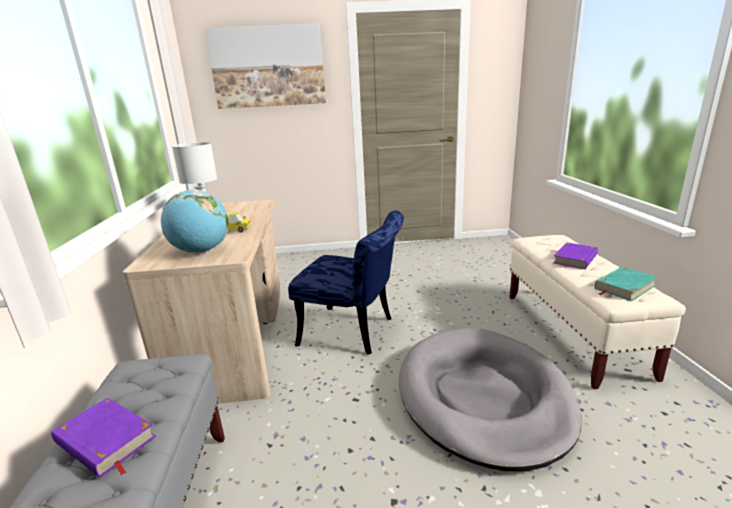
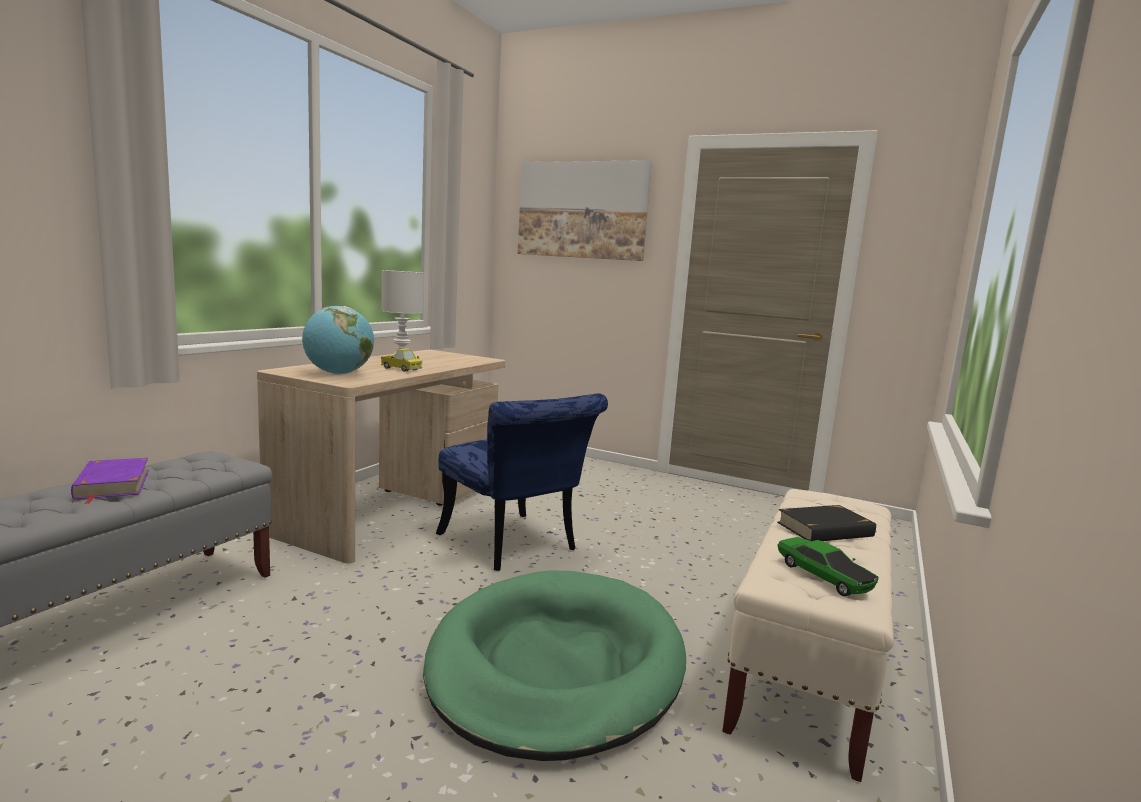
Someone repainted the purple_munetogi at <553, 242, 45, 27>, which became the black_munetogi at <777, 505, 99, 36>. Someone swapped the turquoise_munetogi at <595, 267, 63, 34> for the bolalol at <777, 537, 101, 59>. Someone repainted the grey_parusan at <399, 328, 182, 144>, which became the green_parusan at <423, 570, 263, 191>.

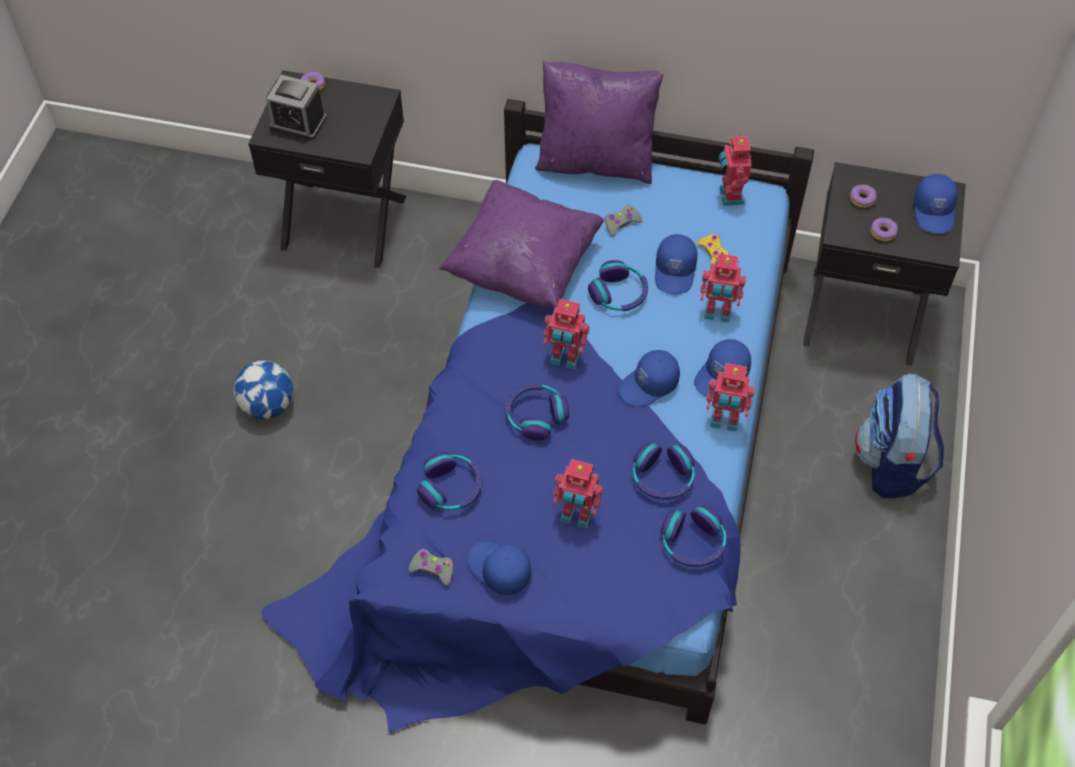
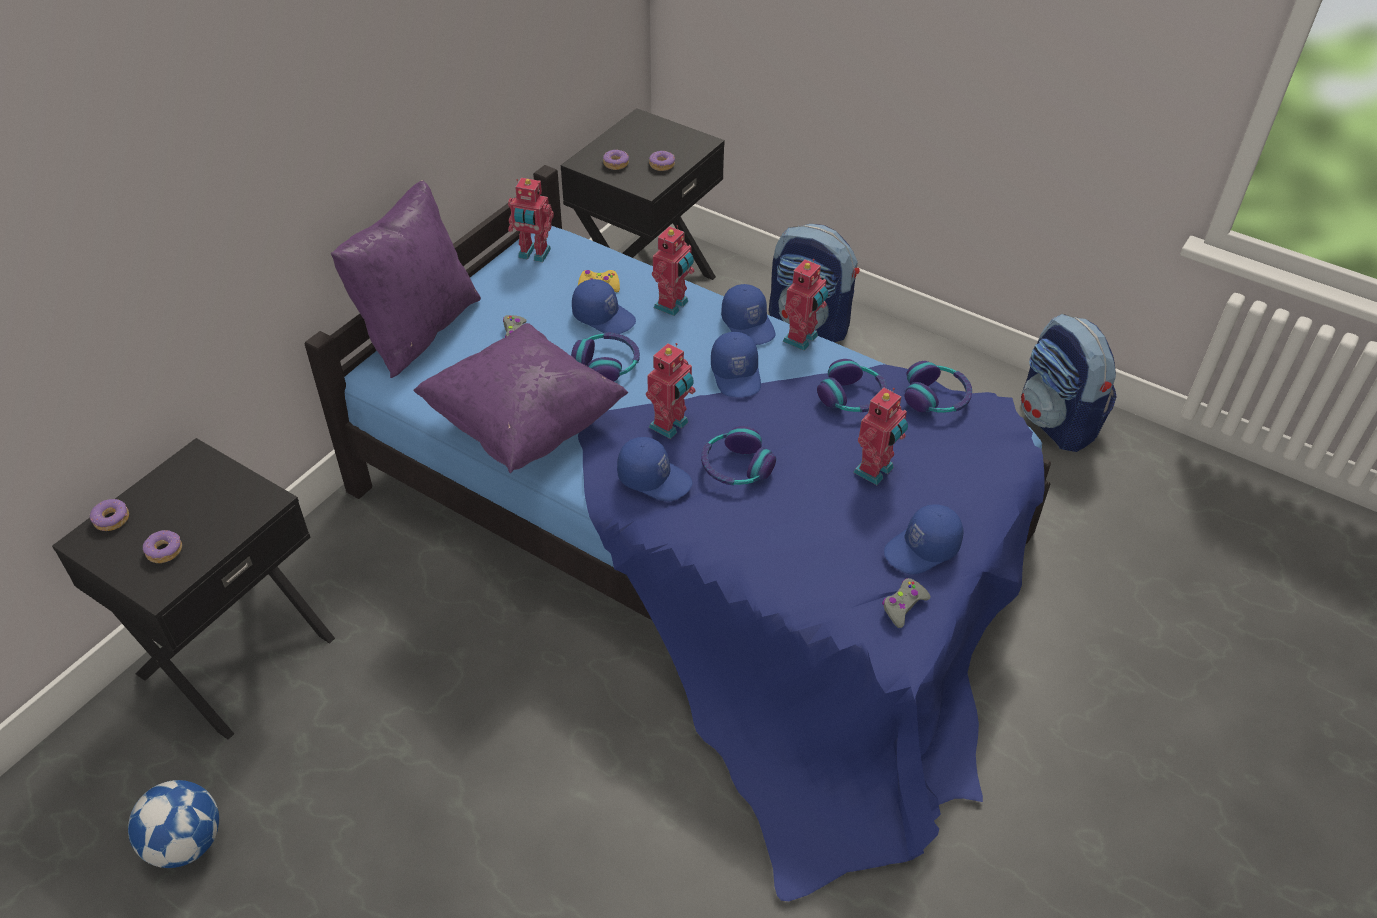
Someone swapped the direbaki at <266, 75, 61, 65> for the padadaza at <143, 530, 39, 33>. Someone carried the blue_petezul from <914, 174, 44, 60> to <617, 437, 75, 64>. Someone carried the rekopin from <234, 360, 59, 59> to <128, 780, 91, 88>. Someone took away the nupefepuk at <417, 452, 65, 58>. Someone put down the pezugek at <1021, 313, 96, 139>.

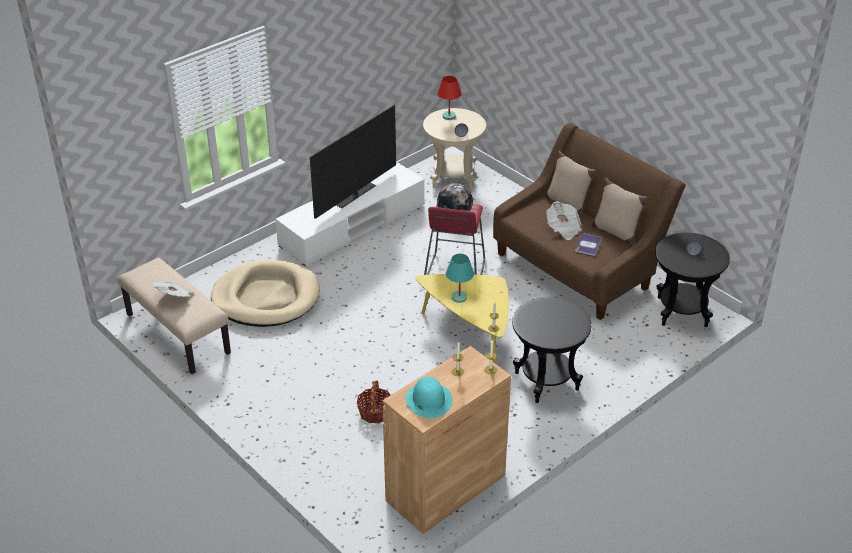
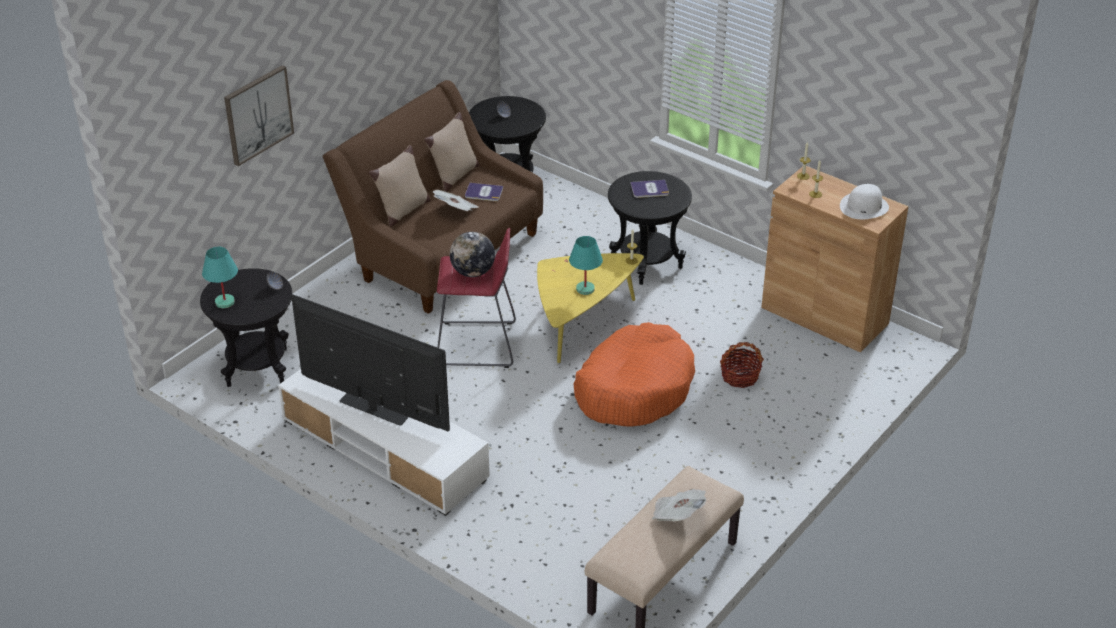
Someone repainted the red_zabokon at <437, 76, 25, 44>, which became the turquoise_zabokon at <202, 247, 36, 61>. Someone repainted the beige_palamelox at <423, 108, 63, 82>, which became the black_palamelox at <200, 268, 93, 119>. Someone took away the beige_parusan at <211, 260, 109, 67>. Someone repainted the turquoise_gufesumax at <405, 377, 47, 41>, which became the white_gufesumax at <840, 184, 49, 35>. Someone put up the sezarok at <224, 65, 70, 101>. Someone put down the munetogi at <630, 180, 39, 18>. Someone put down the orange_parusan at <574, 322, 121, 105>.

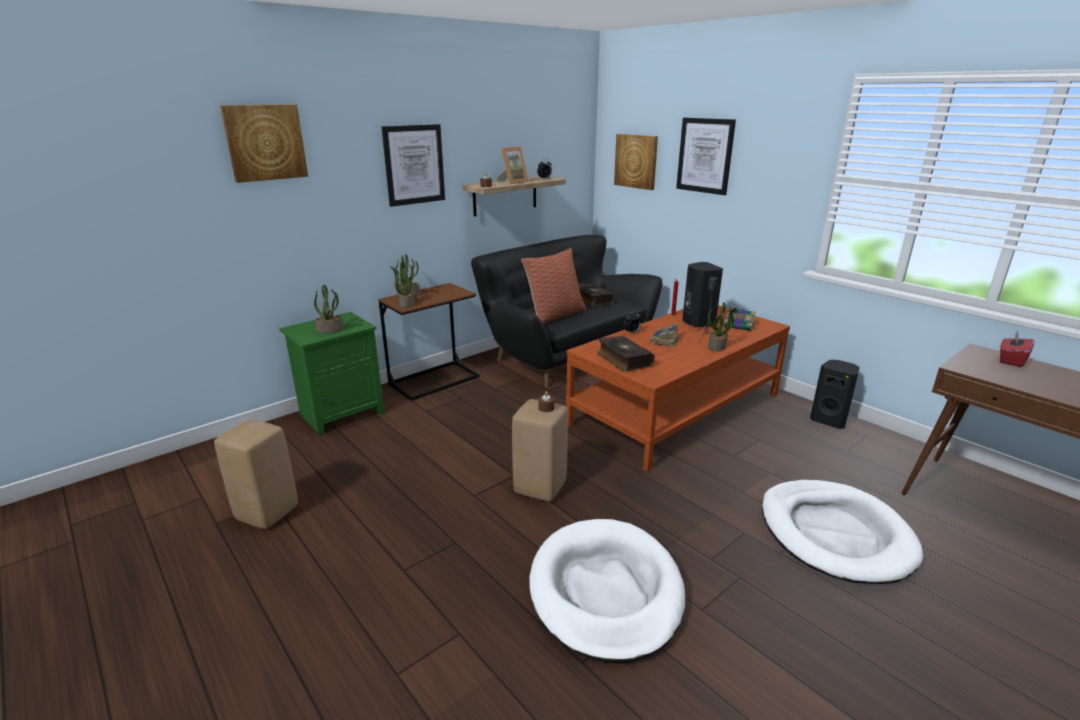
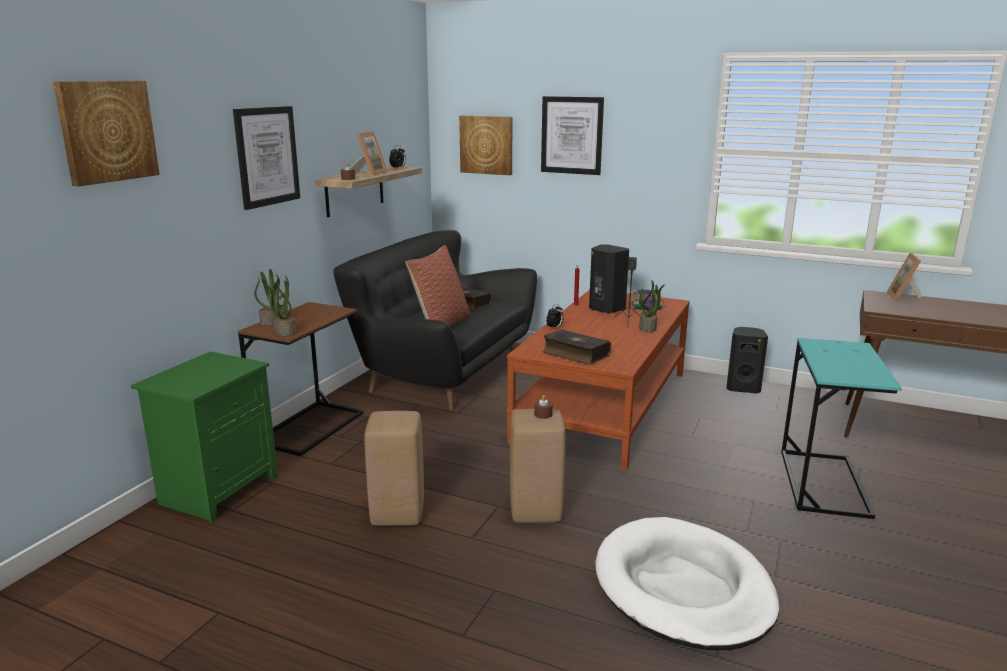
Someone took away the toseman at <314, 284, 30, 50>. Someone took away the munetogi at <651, 323, 28, 24>. Someone swapped the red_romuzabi at <1000, 331, 34, 36> for the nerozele at <887, 253, 35, 49>. Someone carried the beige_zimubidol from <214, 419, 84, 110> to <364, 411, 60, 115>. Someone swapped the white_parusan at <762, 480, 161, 104> for the turquoise_palamelox at <781, 338, 121, 181>.

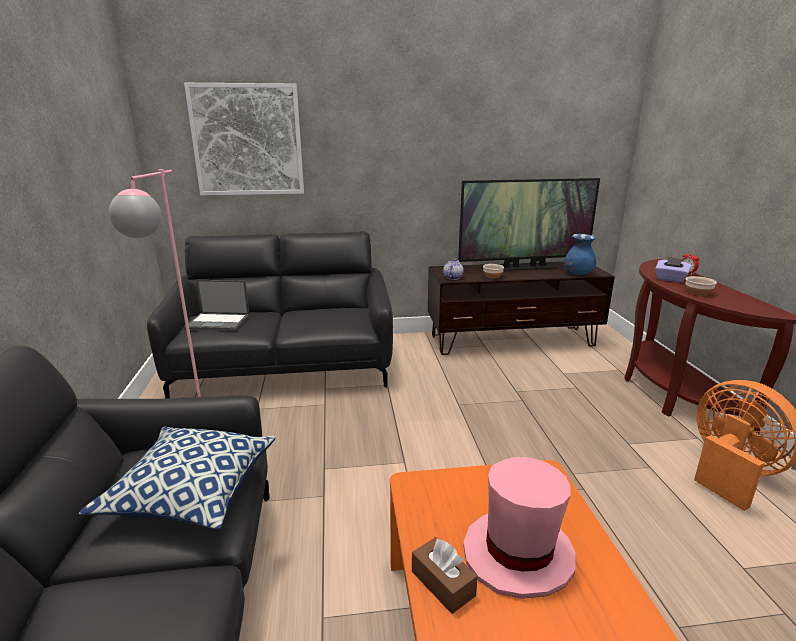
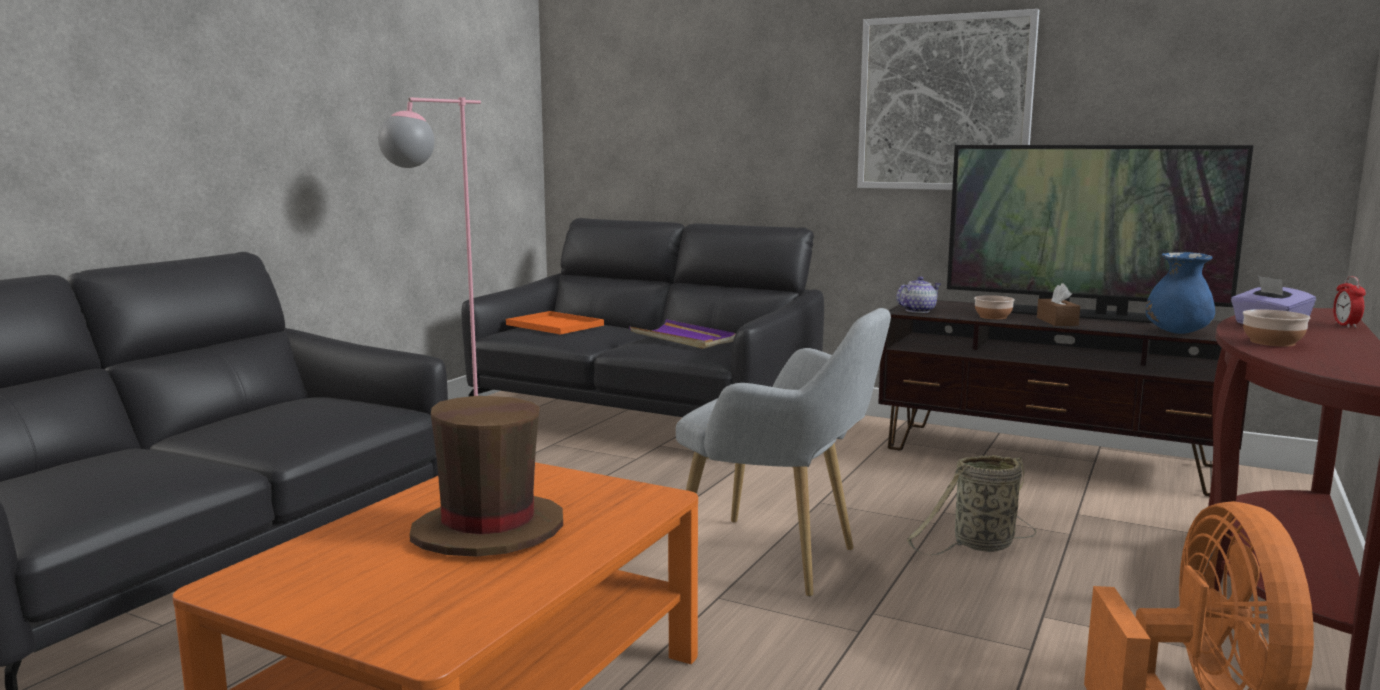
Someone carried the sezarok from <184, 83, 120, 112> to <857, 9, 182, 181>. Someone swapped the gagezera at <184, 280, 66, 51> for the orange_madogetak at <506, 311, 98, 24>. Someone took away the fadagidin at <79, 427, 197, 102>. Someone repainted the pink_gufesumax at <463, 457, 113, 142>, which became the brown_gufesumax at <410, 396, 153, 161>. Someone carried the brown_romuzabi from <412, 537, 66, 77> to <1037, 283, 43, 43>. Someone put down the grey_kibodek at <676, 308, 215, 289>. Someone put down the purple_madogetak at <629, 319, 107, 30>. Someone put down the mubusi at <907, 455, 130, 100>.

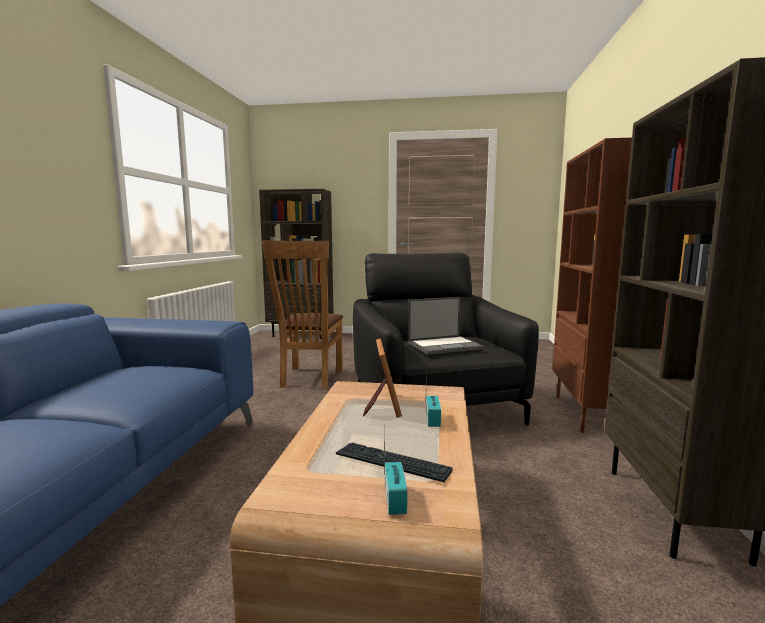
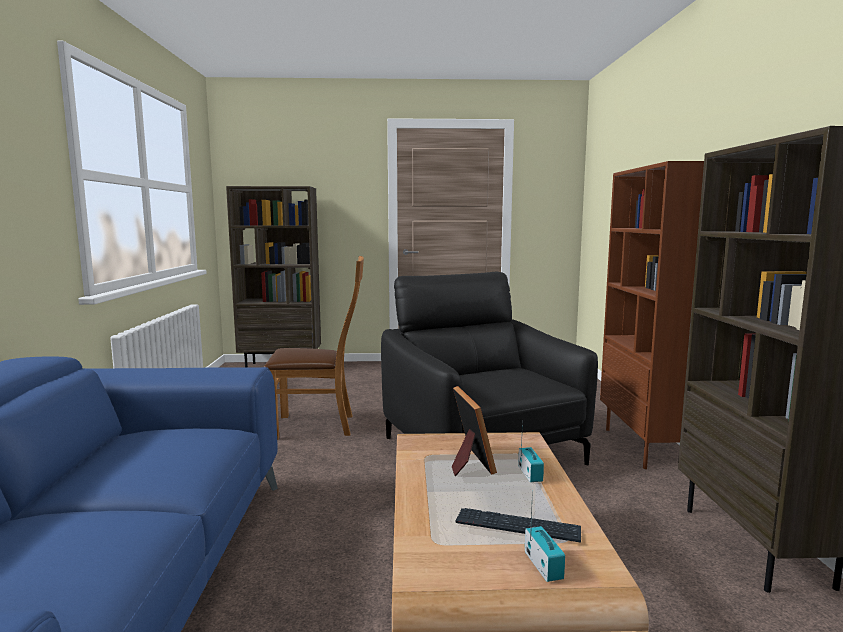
Someone rotated the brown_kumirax at <262, 241, 81, 148> by 90 degrees counterclockwise. Someone took away the gagezera at <408, 297, 76, 58>.

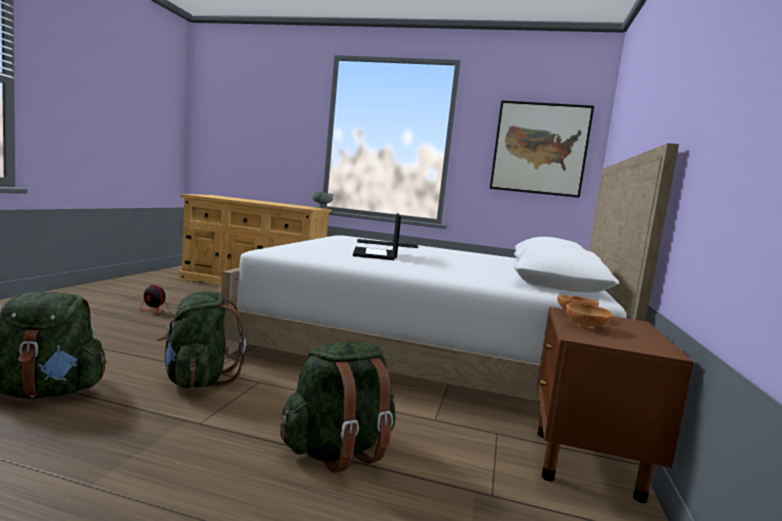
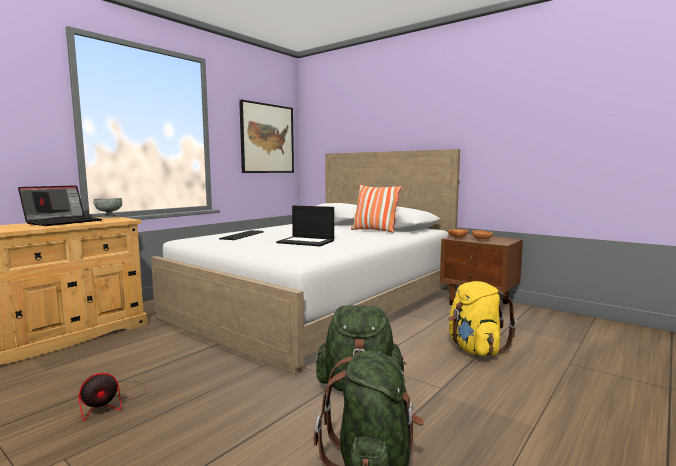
Someone repainted the green_pezugek at <279, 341, 116, 132>, which became the yellow_pezugek at <448, 281, 69, 75>. Someone put down the fadagidin at <351, 184, 50, 49>. Someone put down the gagezera at <18, 185, 84, 41>.

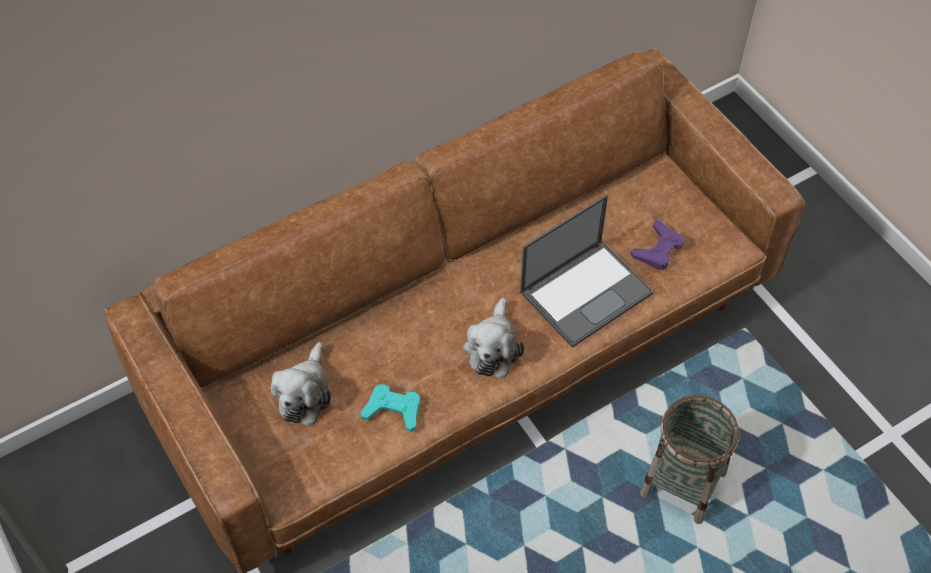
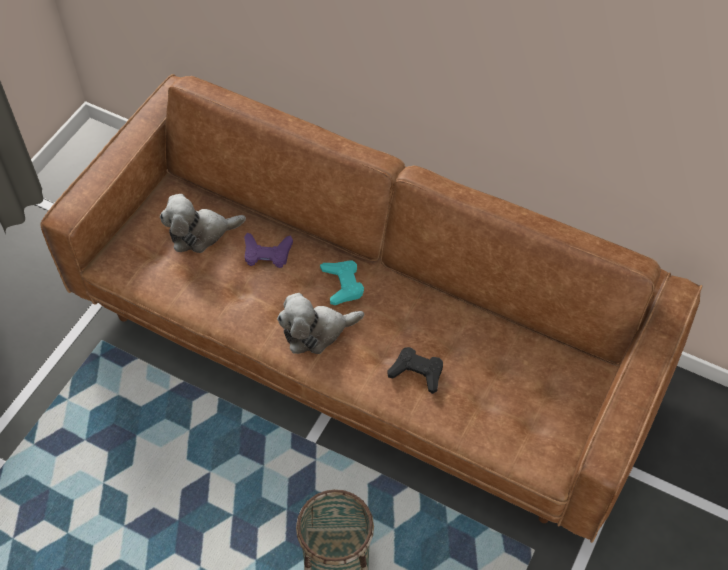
Someone swapped the gagezera at <520, 194, 134, 154> for the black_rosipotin at <387, 347, 56, 47>. Someone carried the purple_rosipotin from <631, 219, 53, 51> to <244, 232, 49, 36>. Someone carried the turquoise_rosipotin from <360, 384, 60, 48> to <320, 260, 44, 45>.

